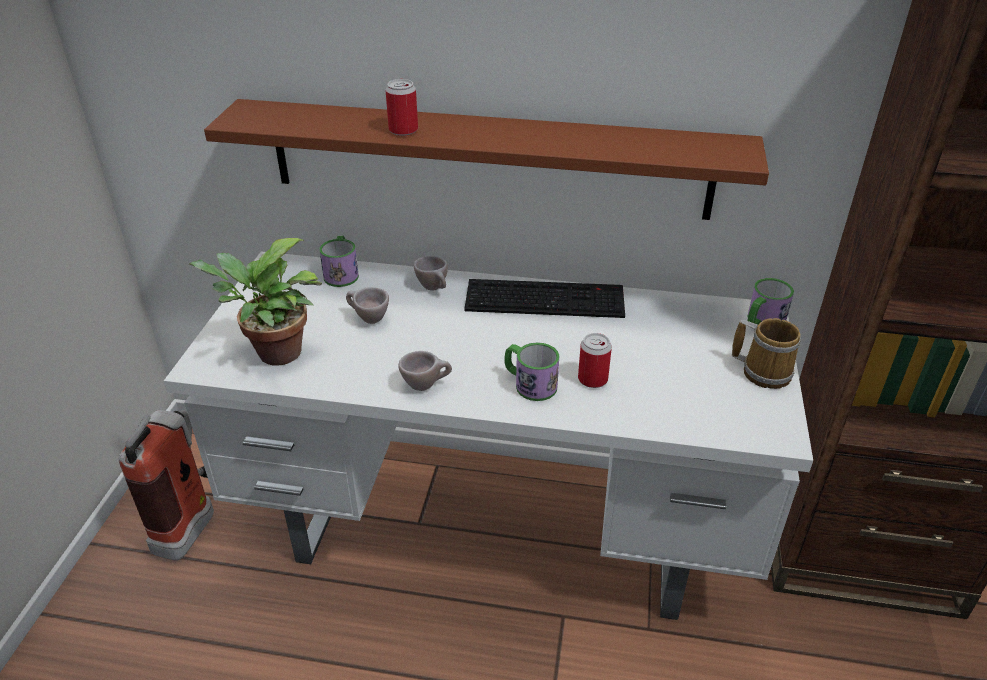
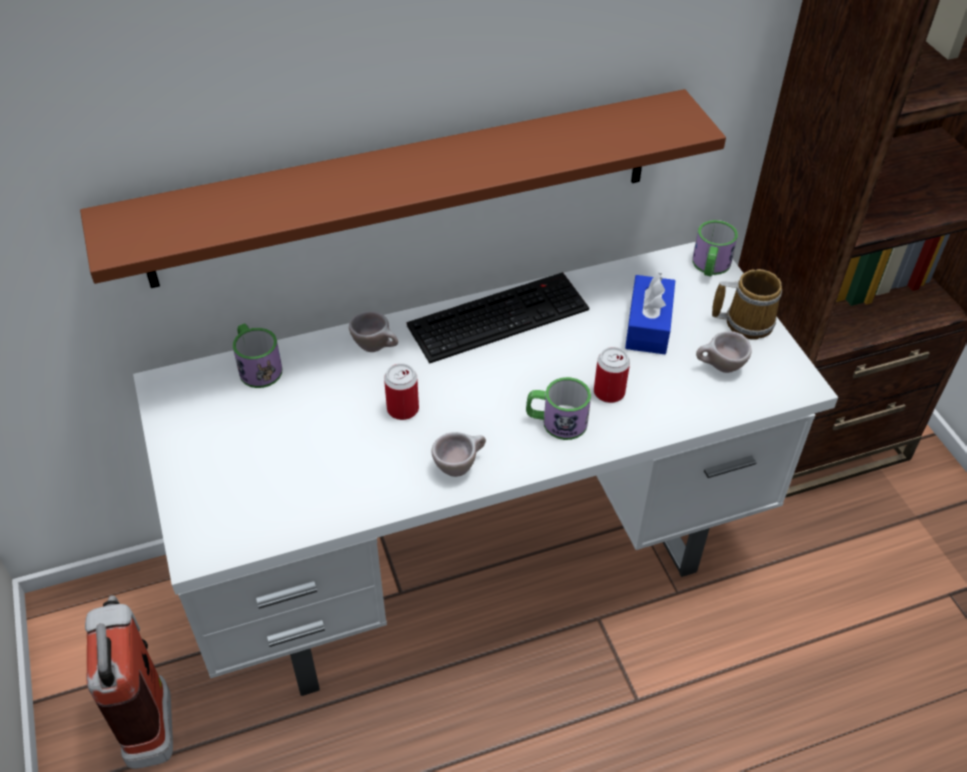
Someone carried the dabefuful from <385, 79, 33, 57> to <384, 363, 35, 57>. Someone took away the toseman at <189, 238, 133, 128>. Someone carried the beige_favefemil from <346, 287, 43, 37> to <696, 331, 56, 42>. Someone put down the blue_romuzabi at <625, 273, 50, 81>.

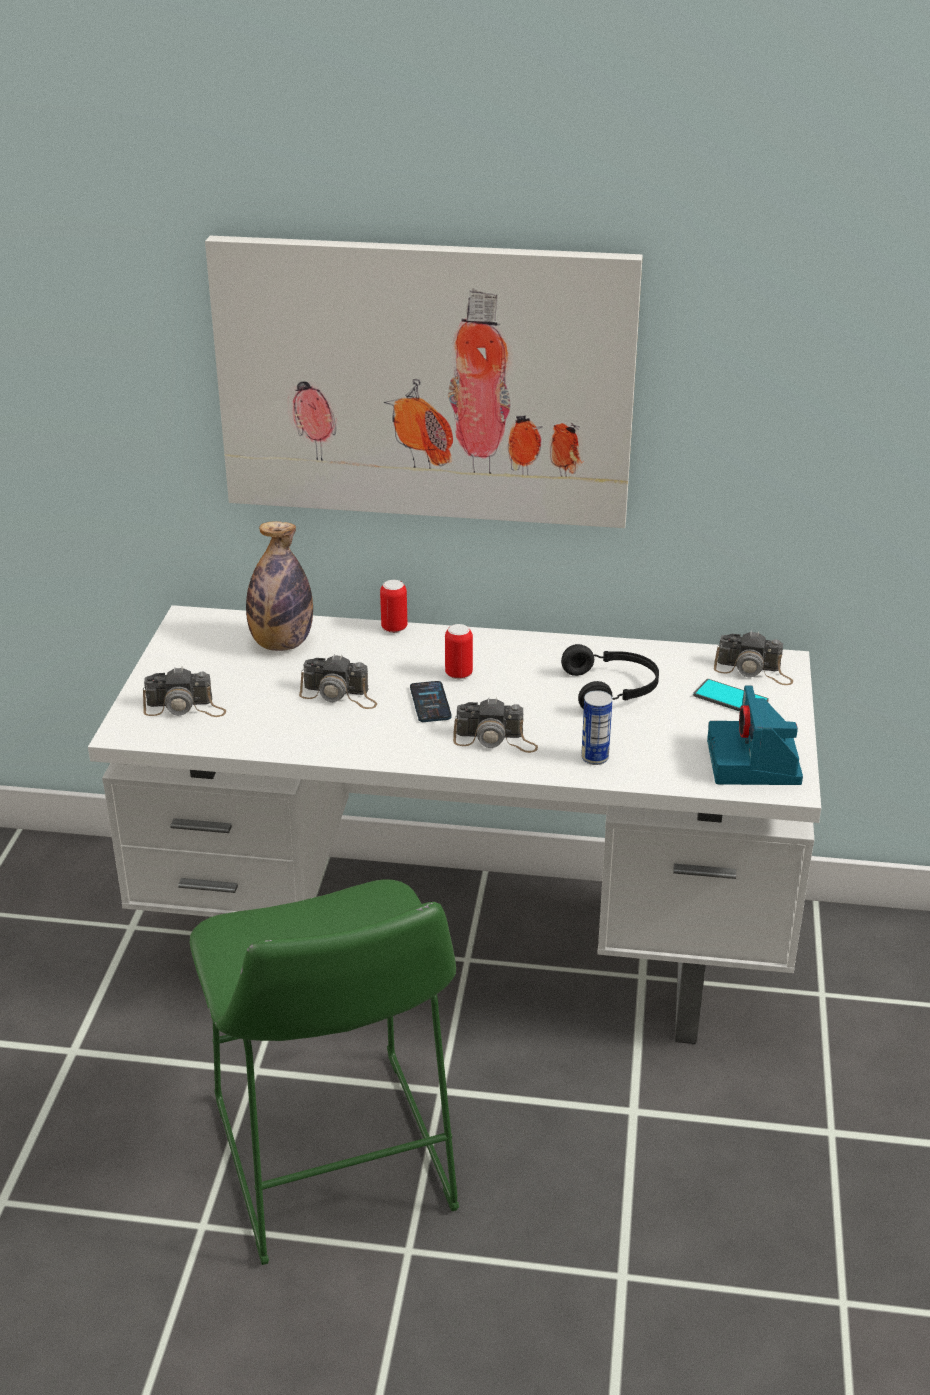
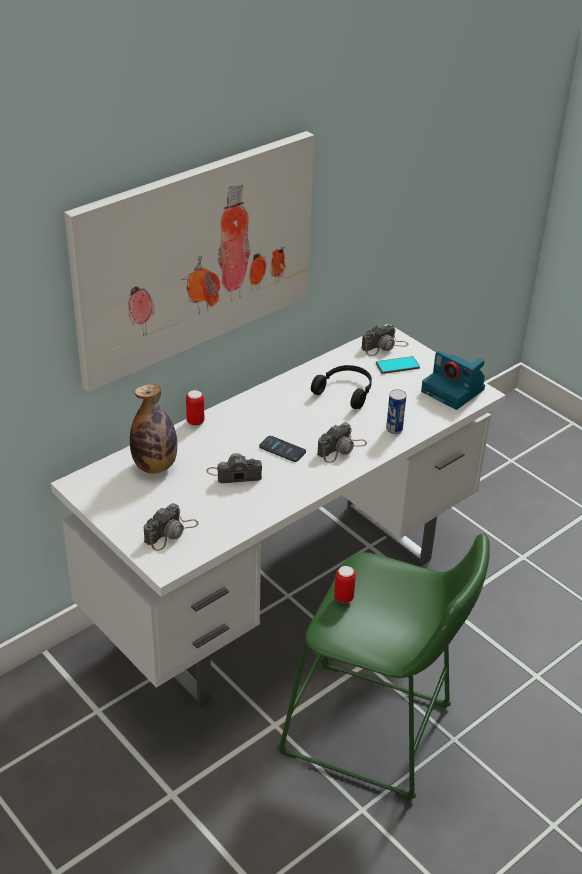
Someone carried the dabefuful from <445, 624, 28, 55> to <334, 566, 22, 37>. Someone rotated the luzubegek at <299, 654, 78, 55> by 150 degrees counterclockwise.

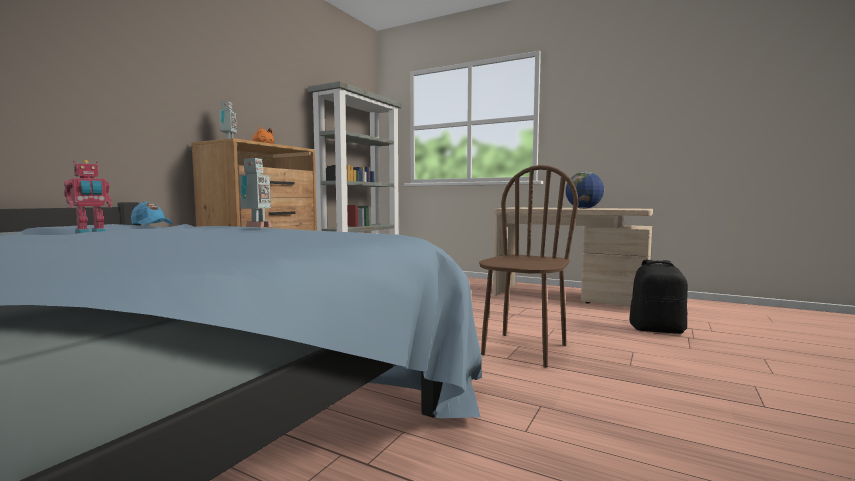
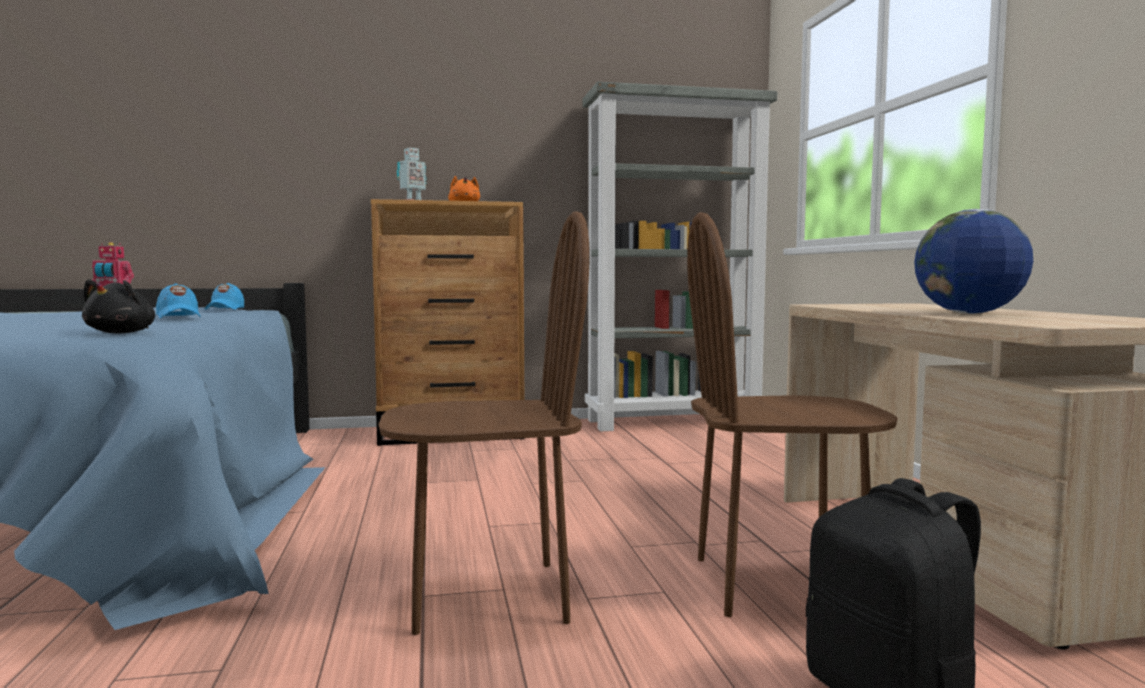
Someone swapped the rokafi at <239, 158, 33, 69> for the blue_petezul at <156, 284, 45, 34>. Someone put down the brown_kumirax at <687, 212, 211, 405>. Someone put down the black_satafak at <82, 279, 73, 55>.

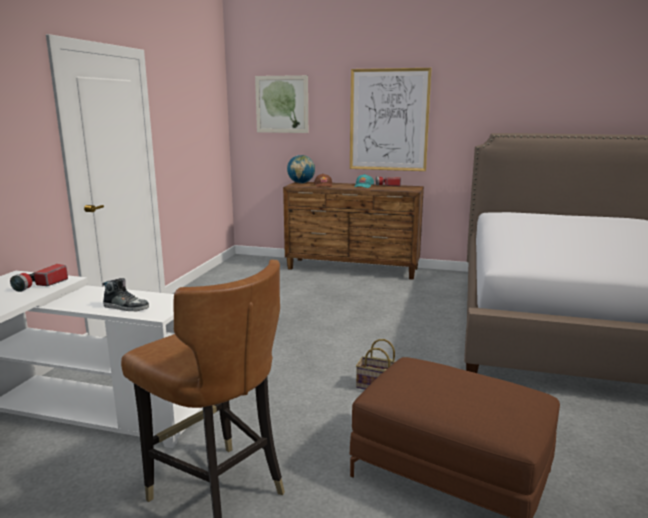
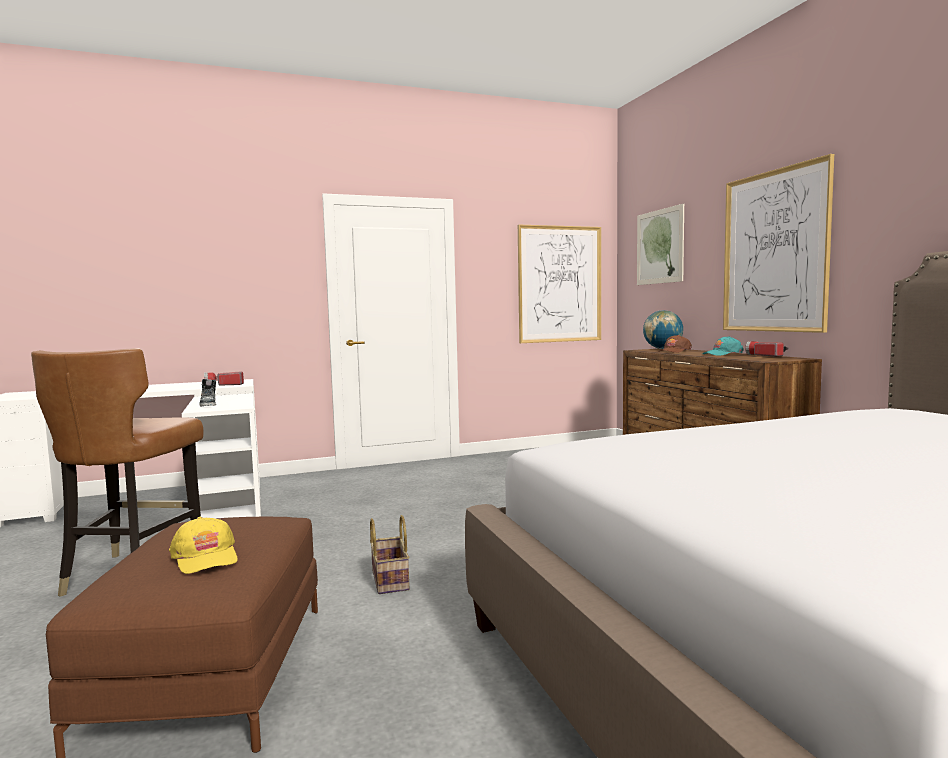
Someone put up the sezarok at <518, 225, 83, 118>. Someone put down the yellow_petezul at <169, 517, 69, 57>.

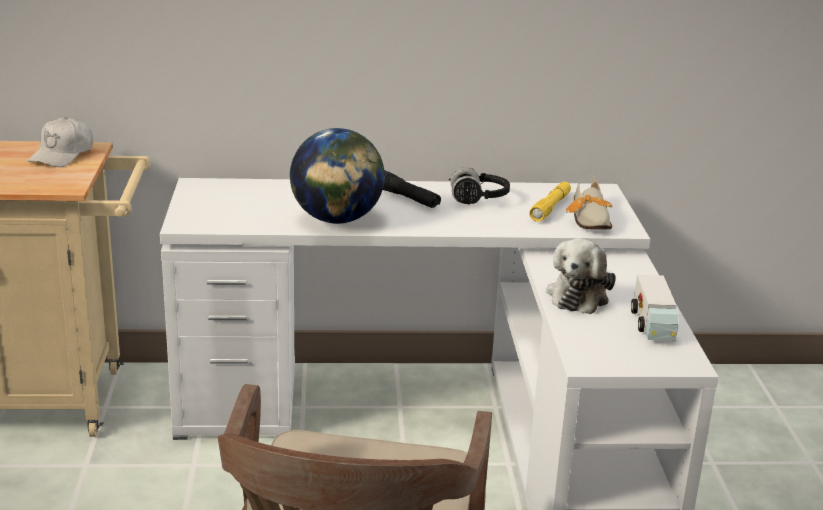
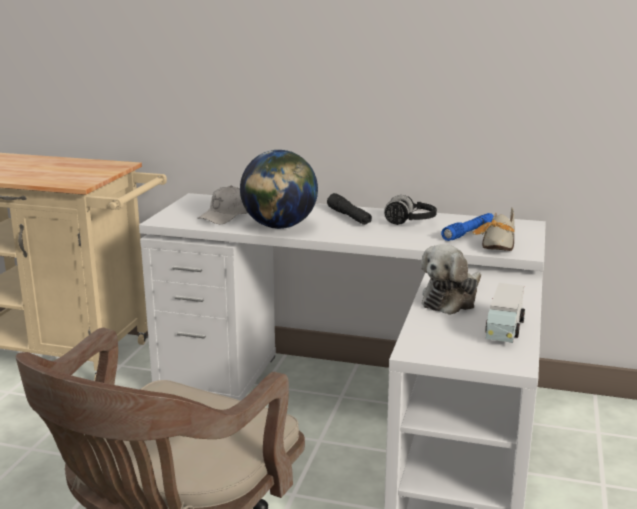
Someone carried the white_petezul from <27, 117, 66, 50> to <197, 186, 51, 38>. Someone repainted the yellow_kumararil at <530, 182, 41, 40>, which became the blue_kumararil at <441, 213, 53, 28>.

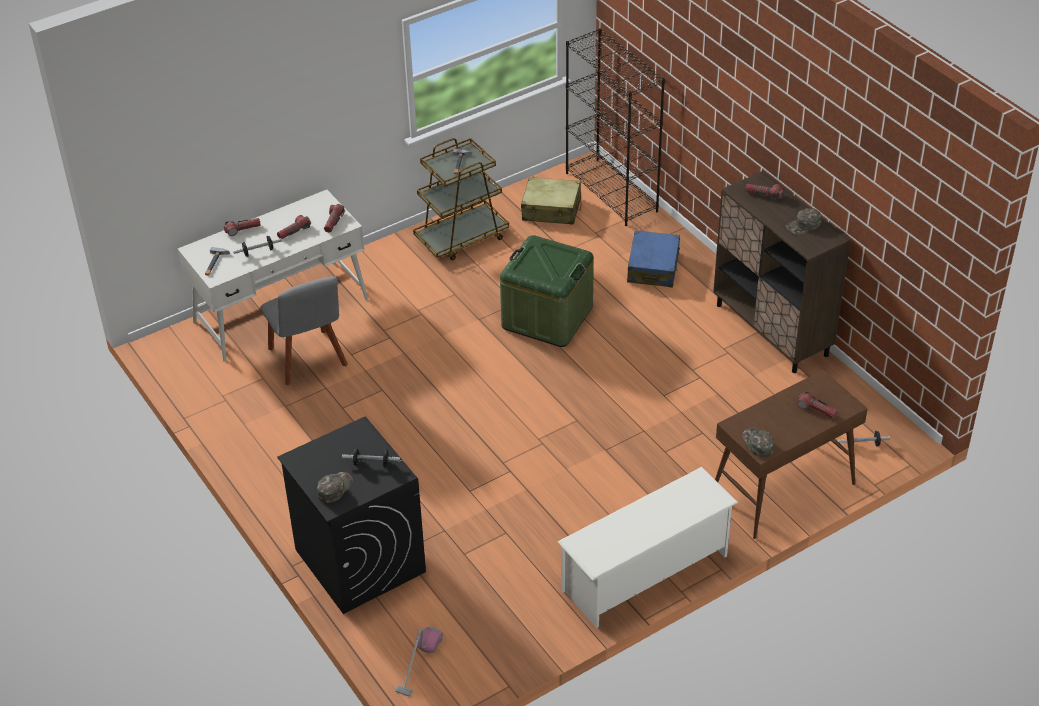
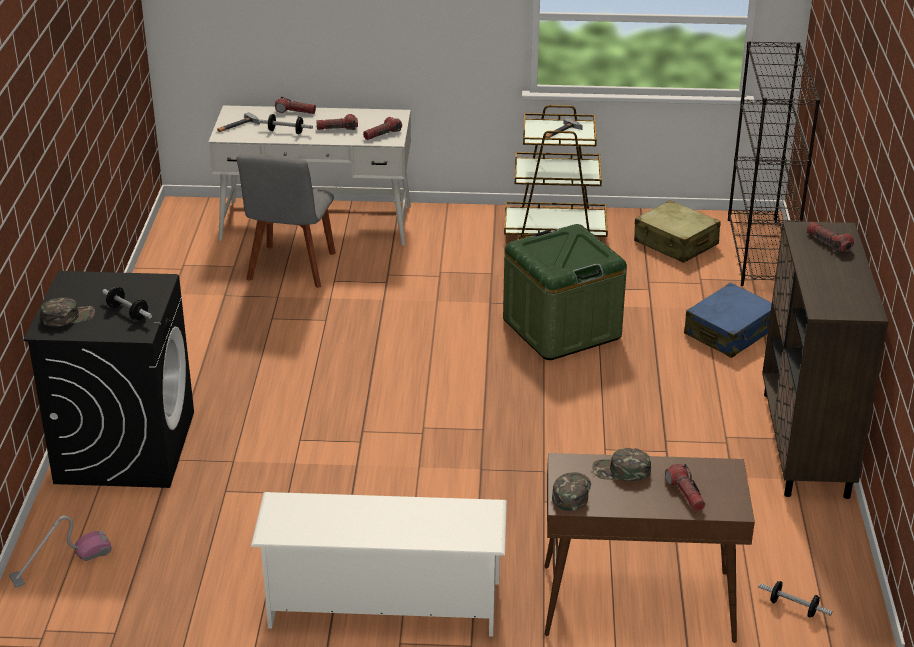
Someone carried the green_petezul from <786, 208, 36, 27> to <592, 448, 59, 33>.

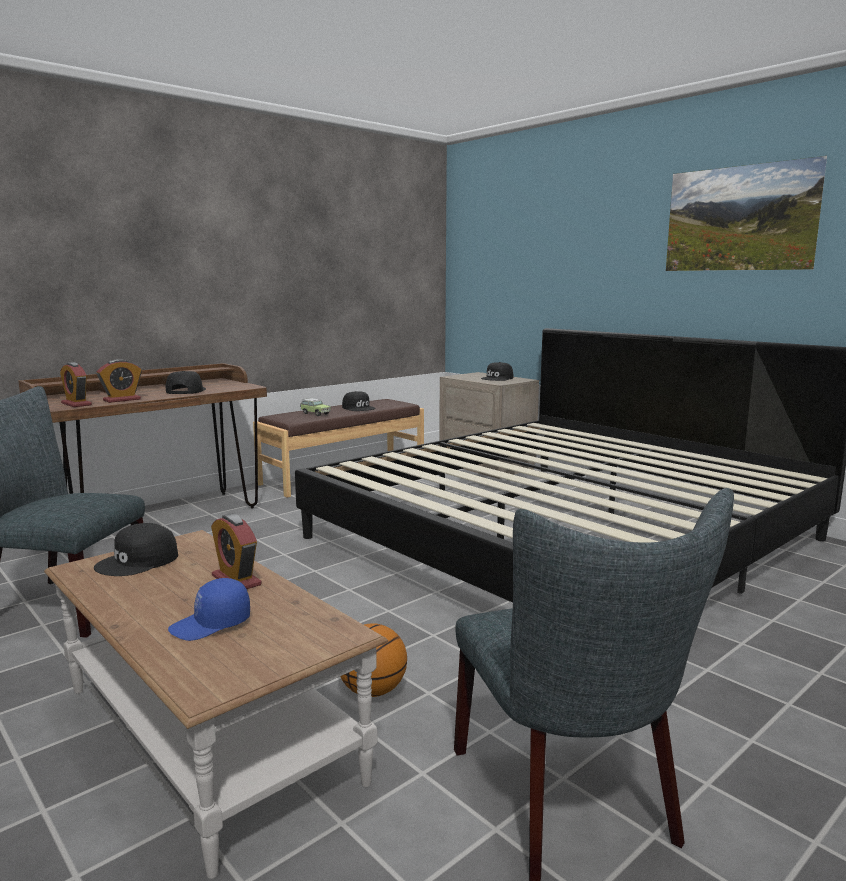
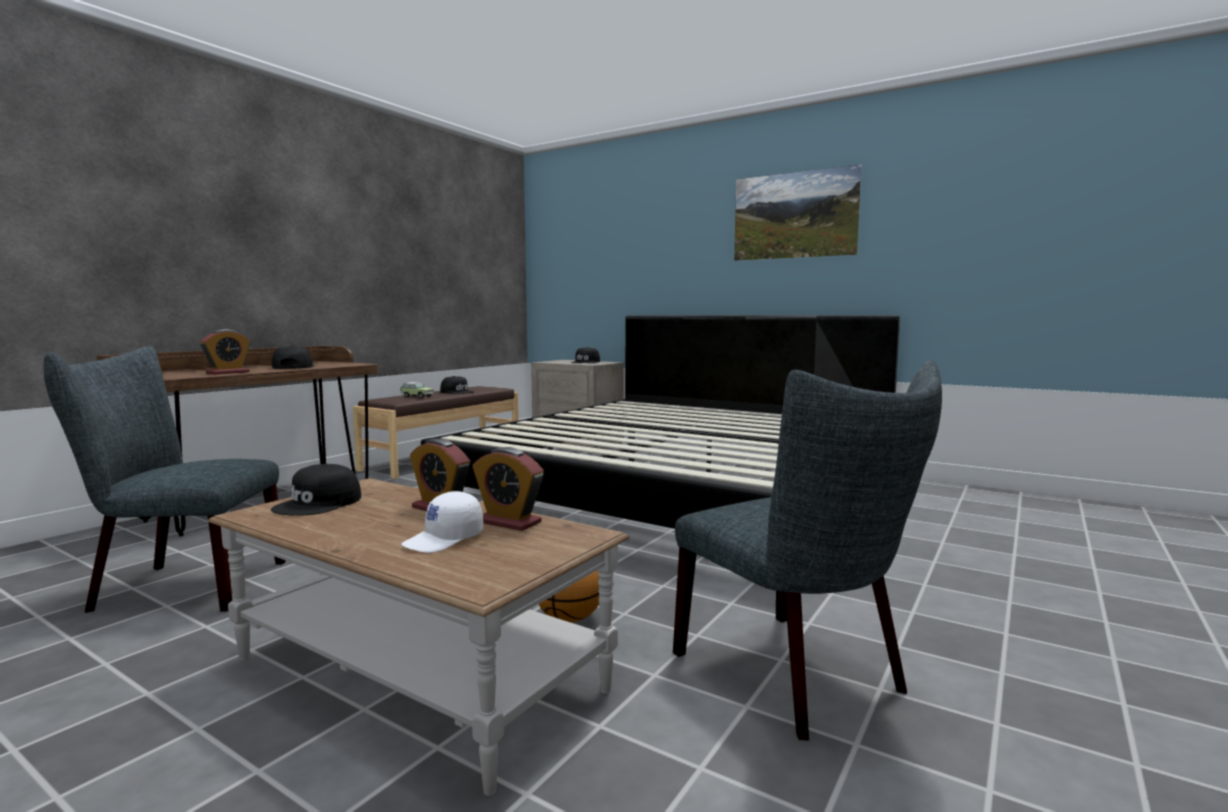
Someone carried the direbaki from <60, 362, 32, 45> to <472, 447, 72, 84>. Someone repainted the blue_petezul at <168, 578, 82, 63>, which became the white_petezul at <401, 491, 82, 62>.

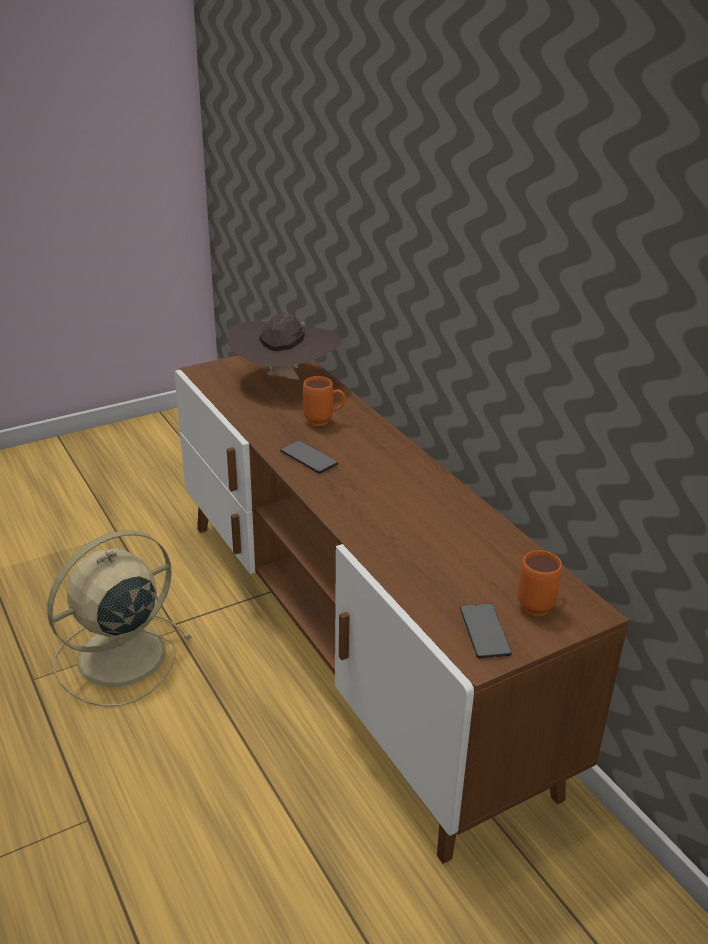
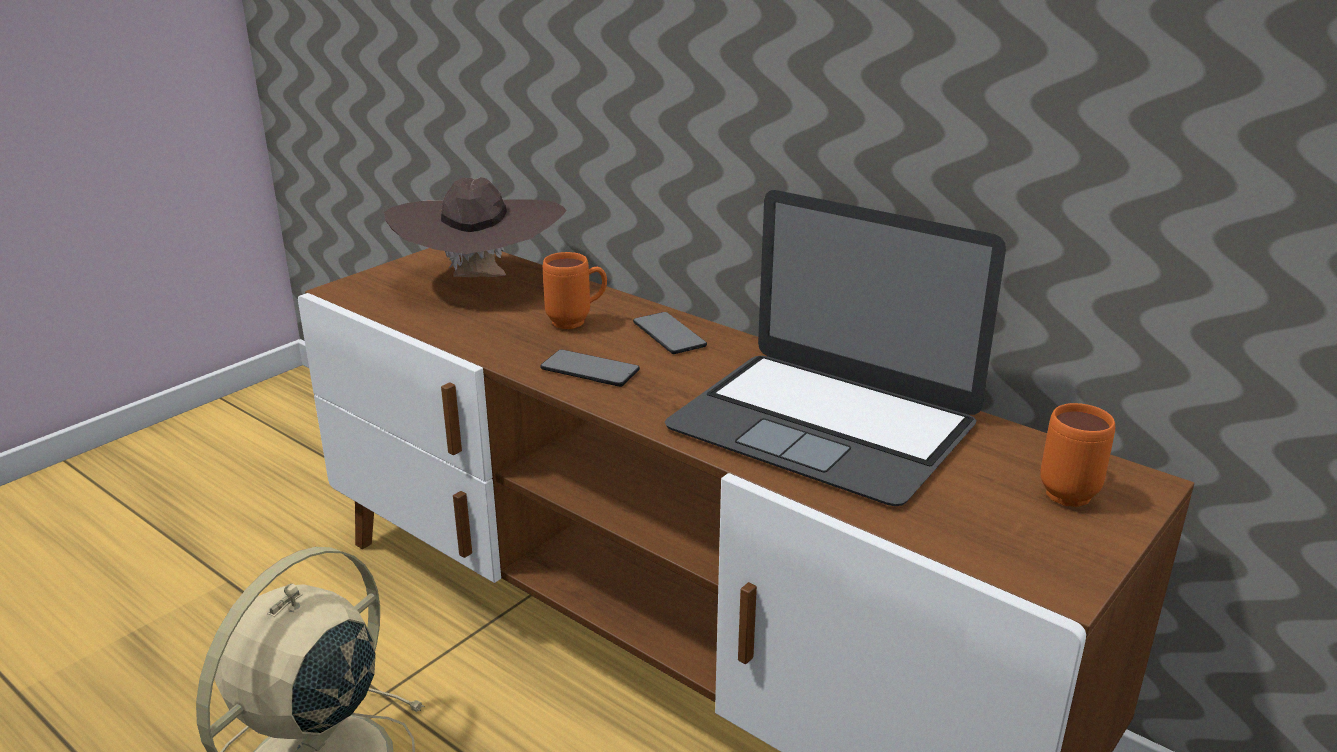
Someone carried the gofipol from <460, 603, 52, 55> to <633, 312, 74, 42>. Someone put down the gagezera at <665, 190, 341, 316>.

